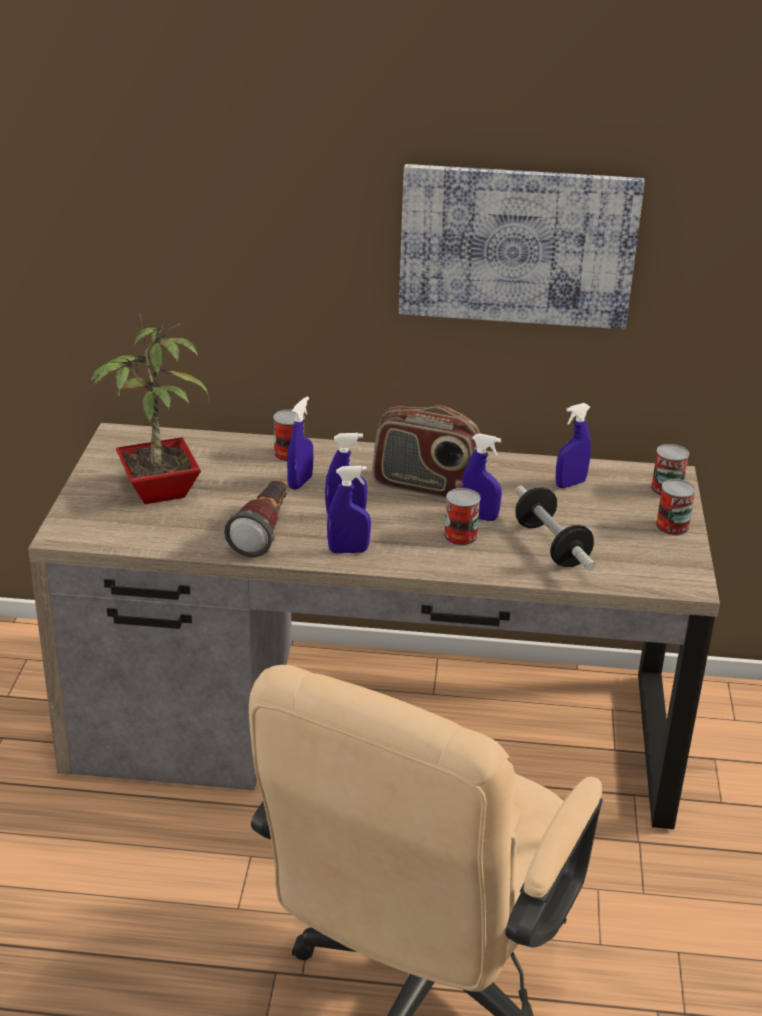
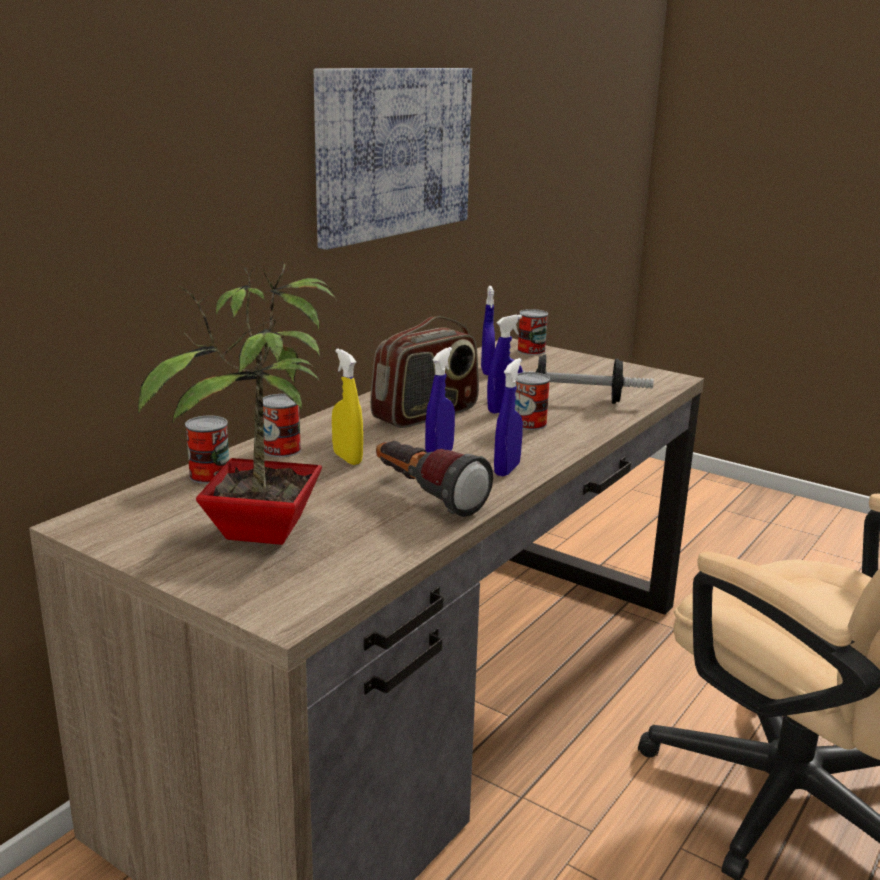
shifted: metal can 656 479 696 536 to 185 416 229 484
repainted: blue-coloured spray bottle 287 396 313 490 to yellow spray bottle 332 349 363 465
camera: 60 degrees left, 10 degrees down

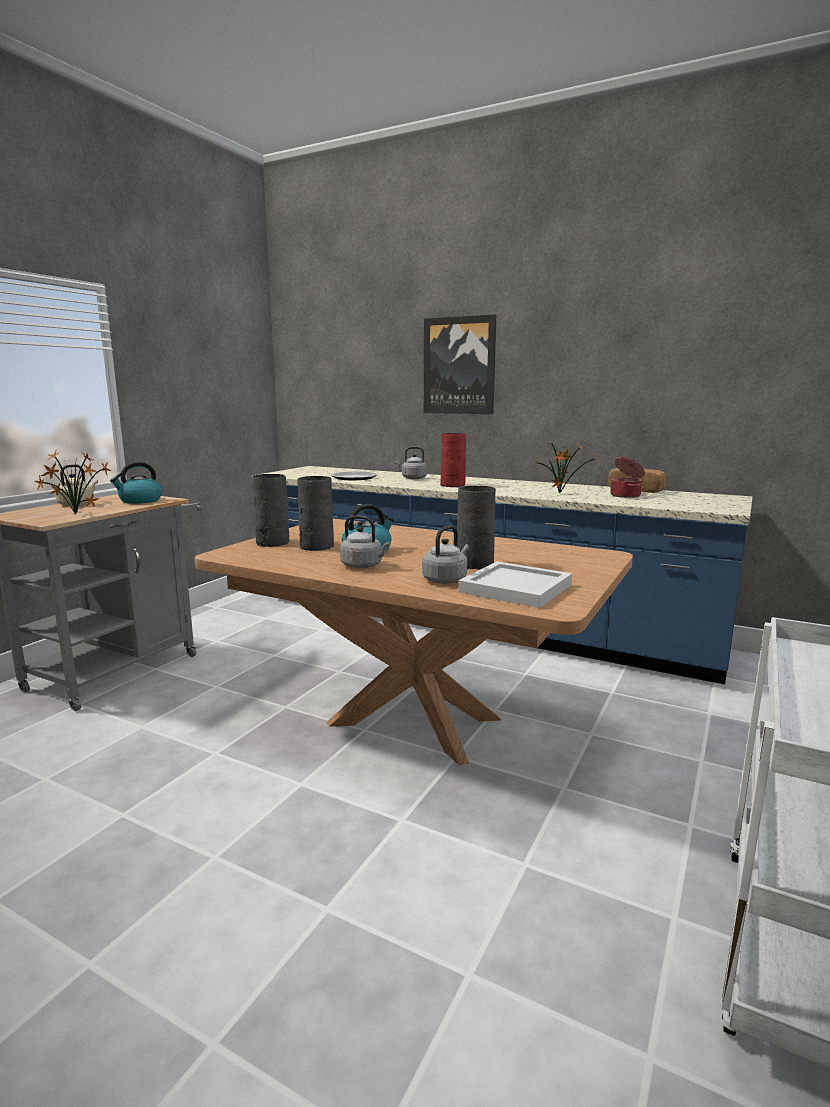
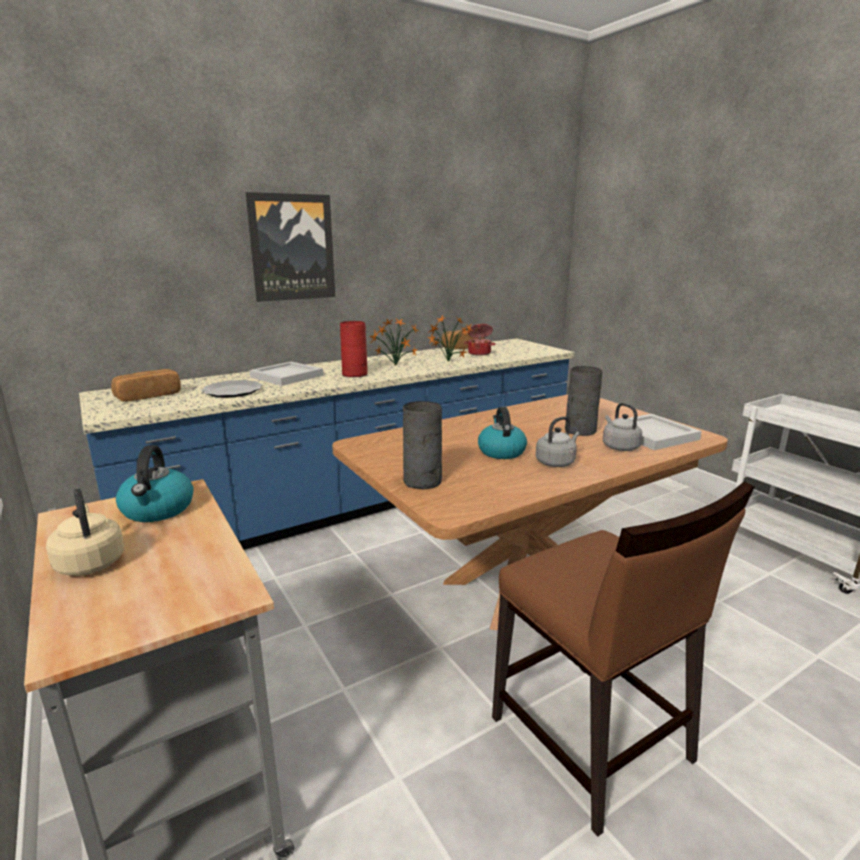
gone: grey flower vase 298 476 334 551
new: bakery bread 111 369 181 402; brownish upright chair 492 481 755 837
shifted: plant in a pot 35 450 111 514 to 370 318 419 365
swapped: grey kettle 395 447 427 479 to white serving tray 249 362 323 386
camera: 60 degrees left, 5 degrees up

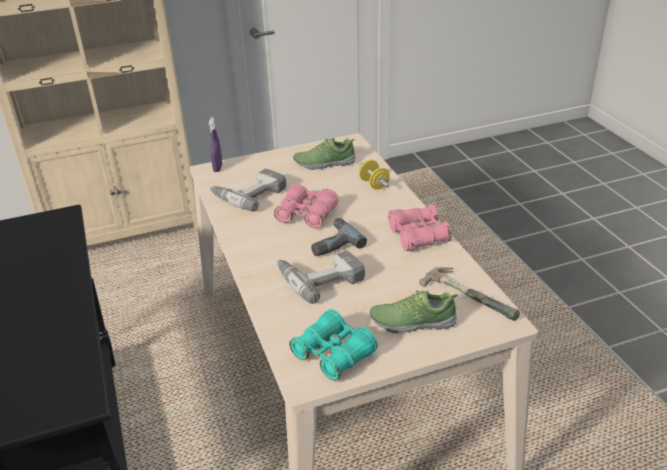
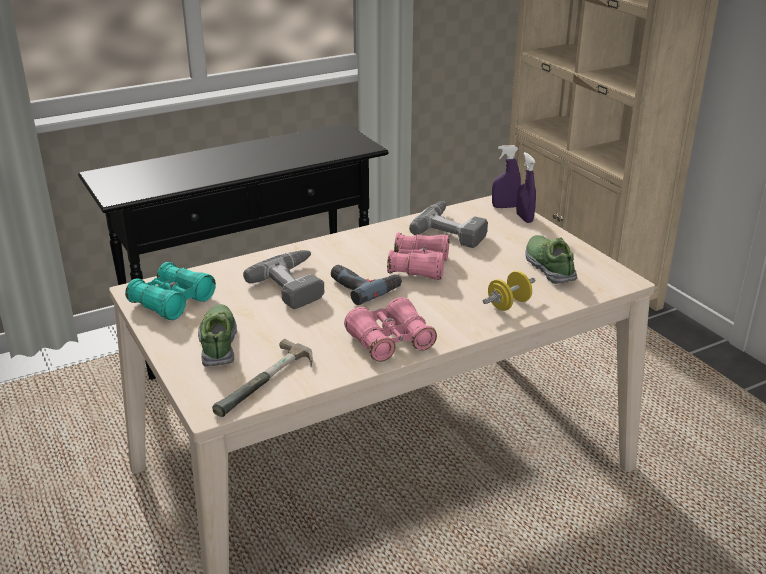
new: purple-coloured spray bottle 516 152 536 223
camera: 80 degrees right, 5 degrees down

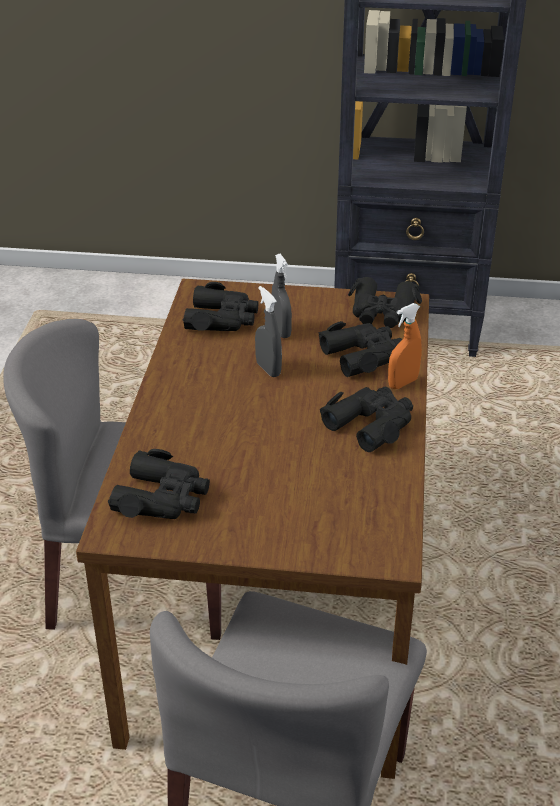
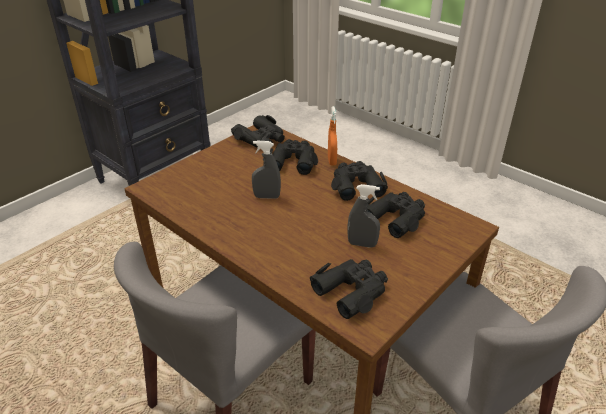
shifted: black binoculars 183 282 259 331 to 367 192 425 238; grey spray bottle 272 254 292 338 to 347 184 380 248
camera: 55 degrees left, 0 degrees up

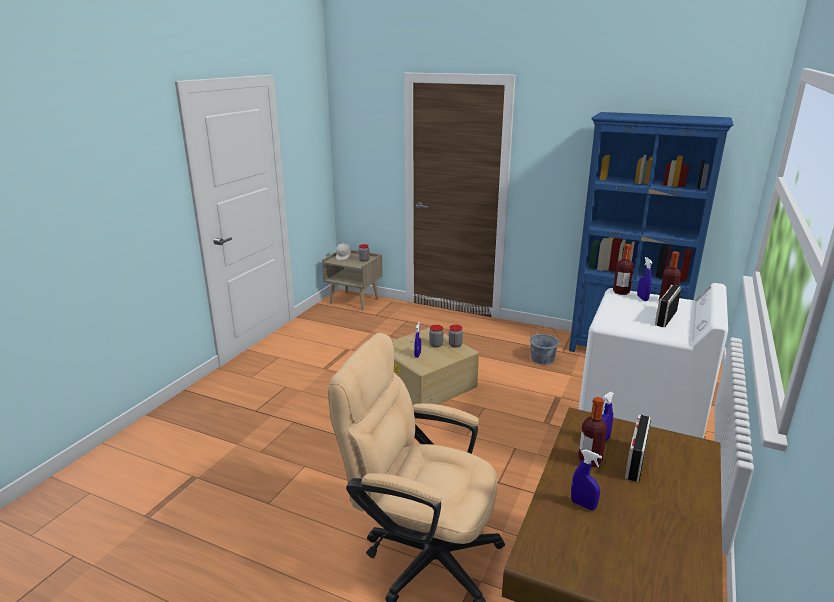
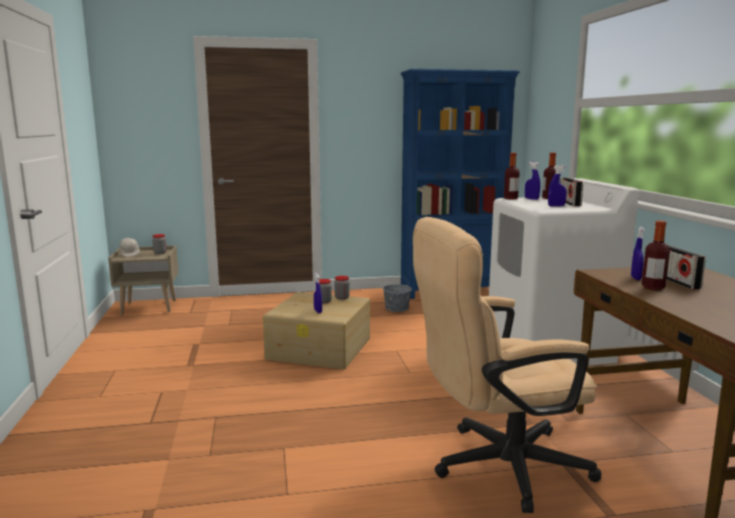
shifted: blue-coloured spray bottle 571 450 602 510 to 548 165 567 206
camera: 35 degrees left, 10 degrees down

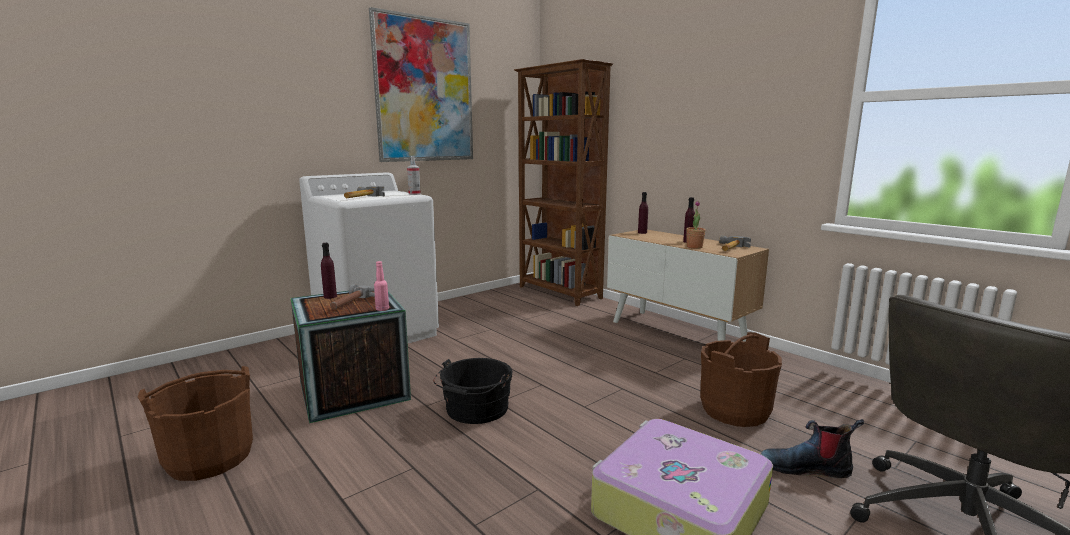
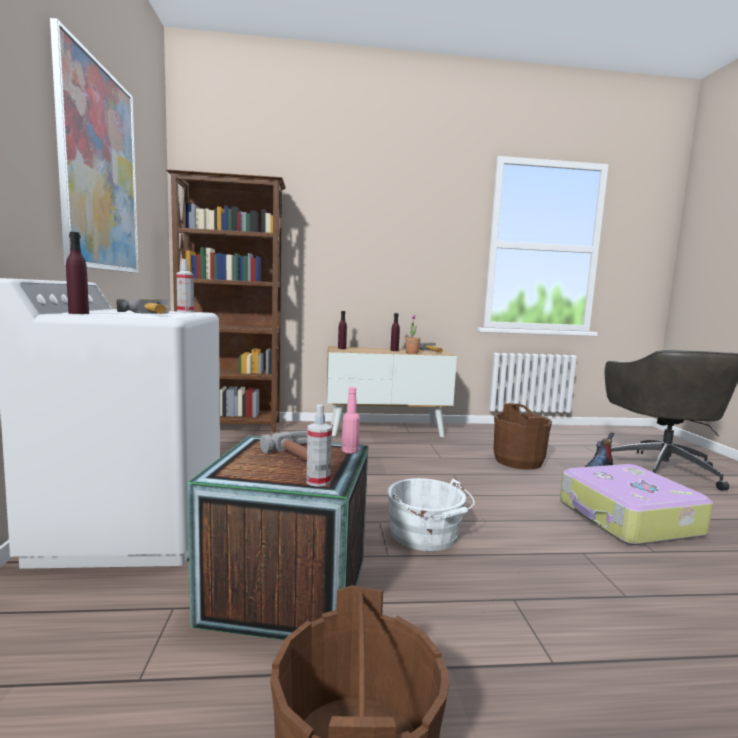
new: spray bottle 306 404 332 487
shifted: purple-coloured drink bottle 321 243 337 299 to 66 232 89 314
repainted: black bucket 433 358 512 424 to white bucket 387 478 475 551
camera: 55 degrees left, 5 degrees down

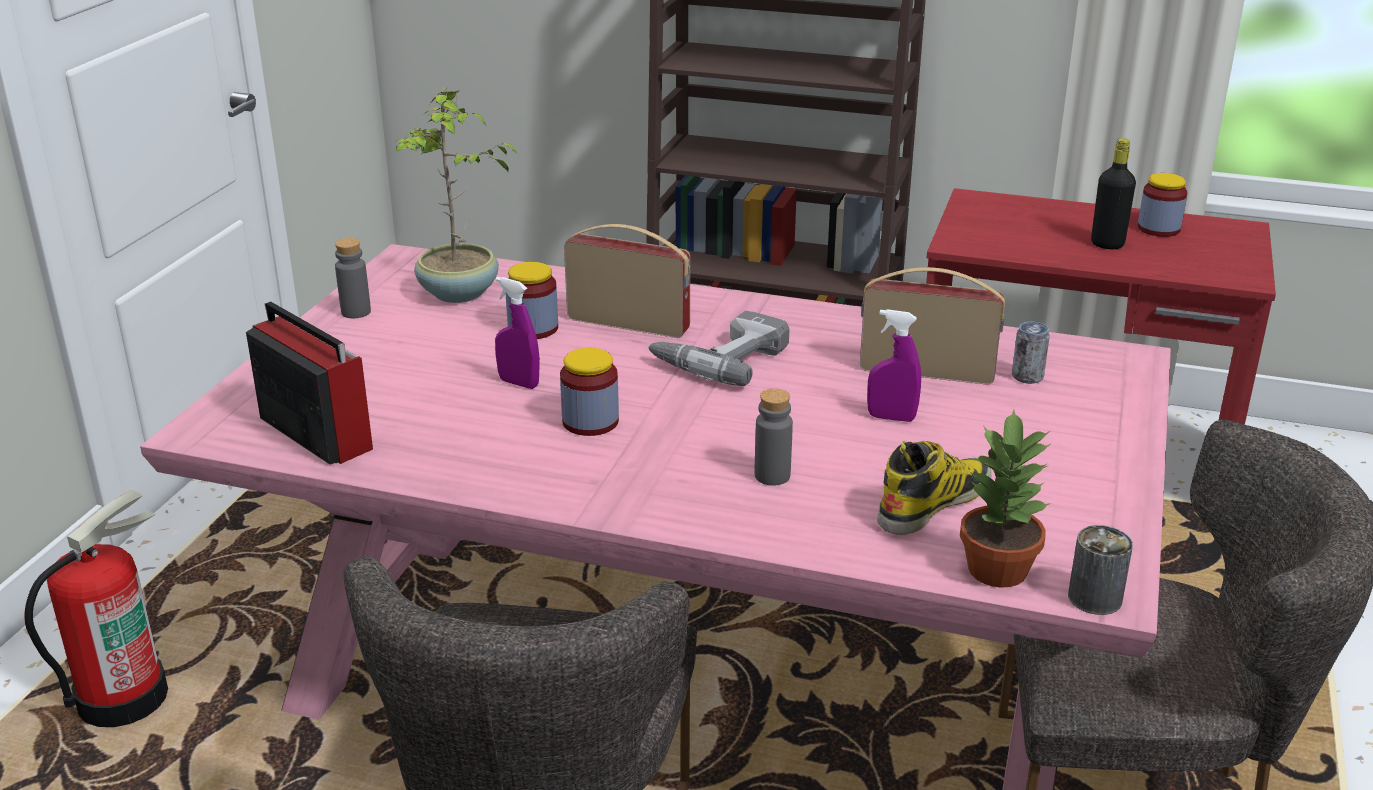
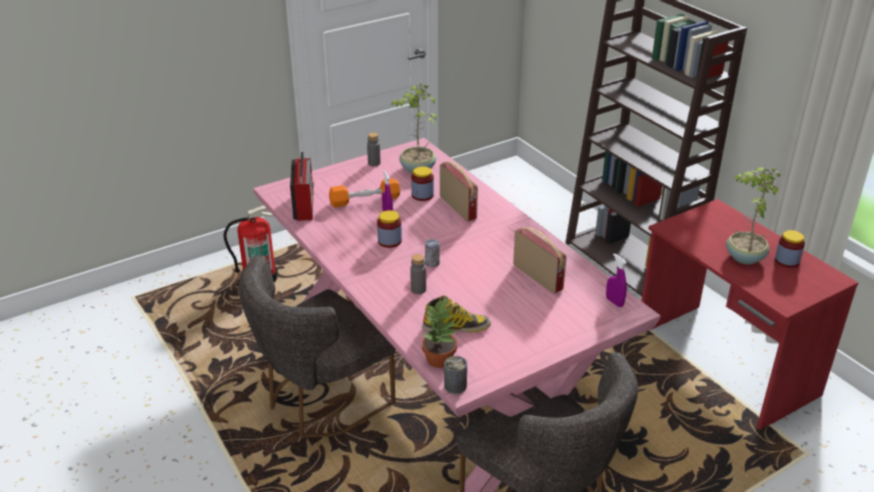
gone: drill 648 311 790 386
new: orangey hand weight 329 178 400 208
shifted: purple-coloured spray bottle 867 309 921 422 to 606 253 627 307; metal can 1012 322 1050 384 to 425 239 440 267
swapped: black drink bottle 1091 138 1136 249 to plant in a pot 726 168 781 264
camera: 40 degrees right, 5 degrees up

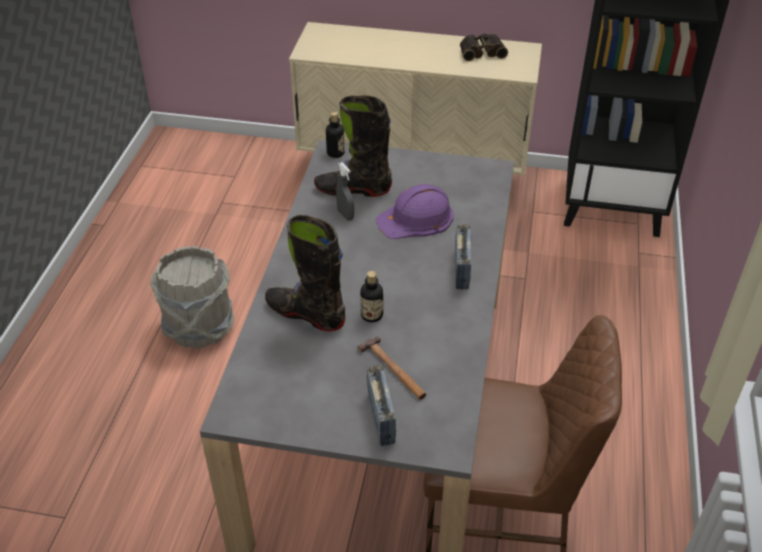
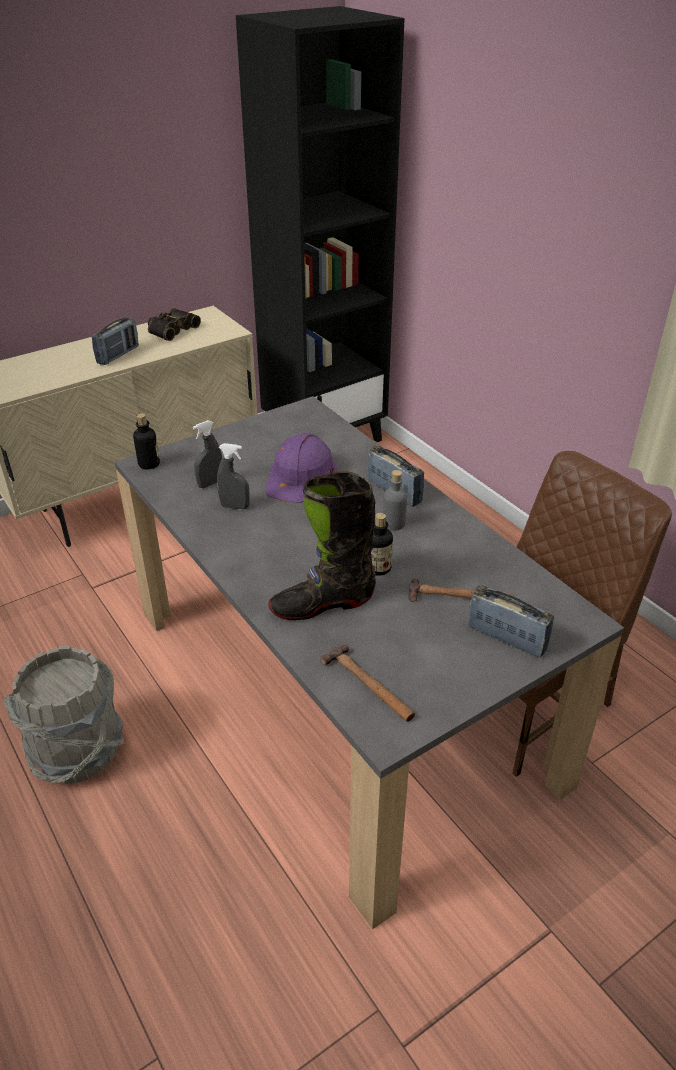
new: radio 92 317 139 365; hand hammer 320 644 415 722; grey drink bottle 383 470 407 531
swapped: black tall boot 314 95 392 197 to grey spray bottle 193 420 222 488
camera: 45 degrees left, 5 degrees down

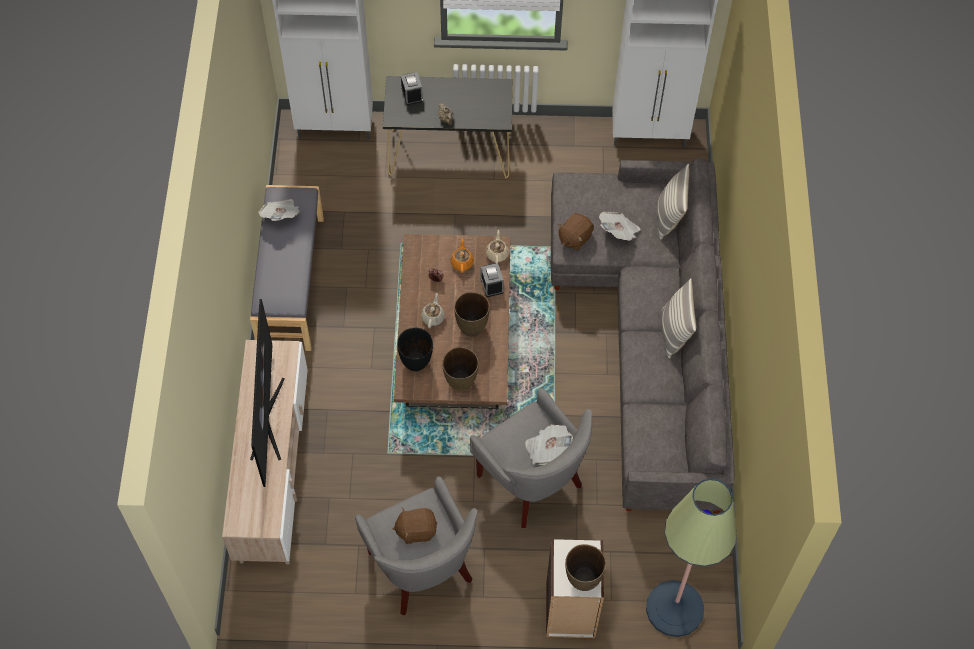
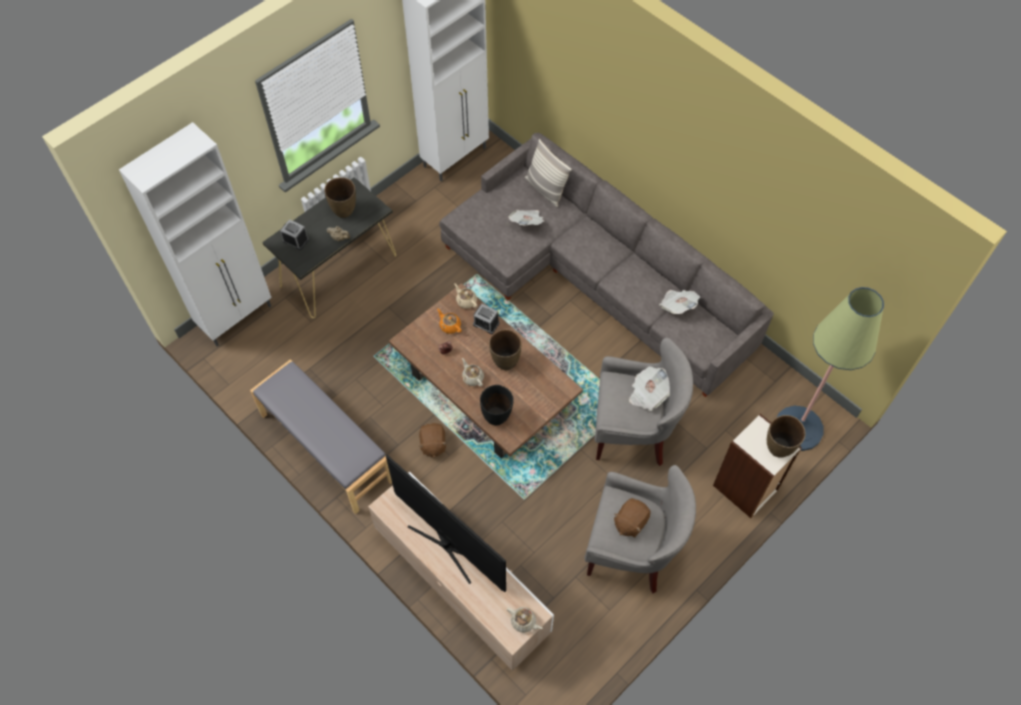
gone: pillow 661 278 696 359
new: sand-coloured tea pot 507 607 543 633
shifted: daily paper 259 199 300 221 to 659 290 700 314; brownish flower vase 442 347 479 391 to 325 177 356 218; brownish cuddly toy 558 213 594 251 to 419 423 447 458
camera: 45 degrees left, 0 degrees up

